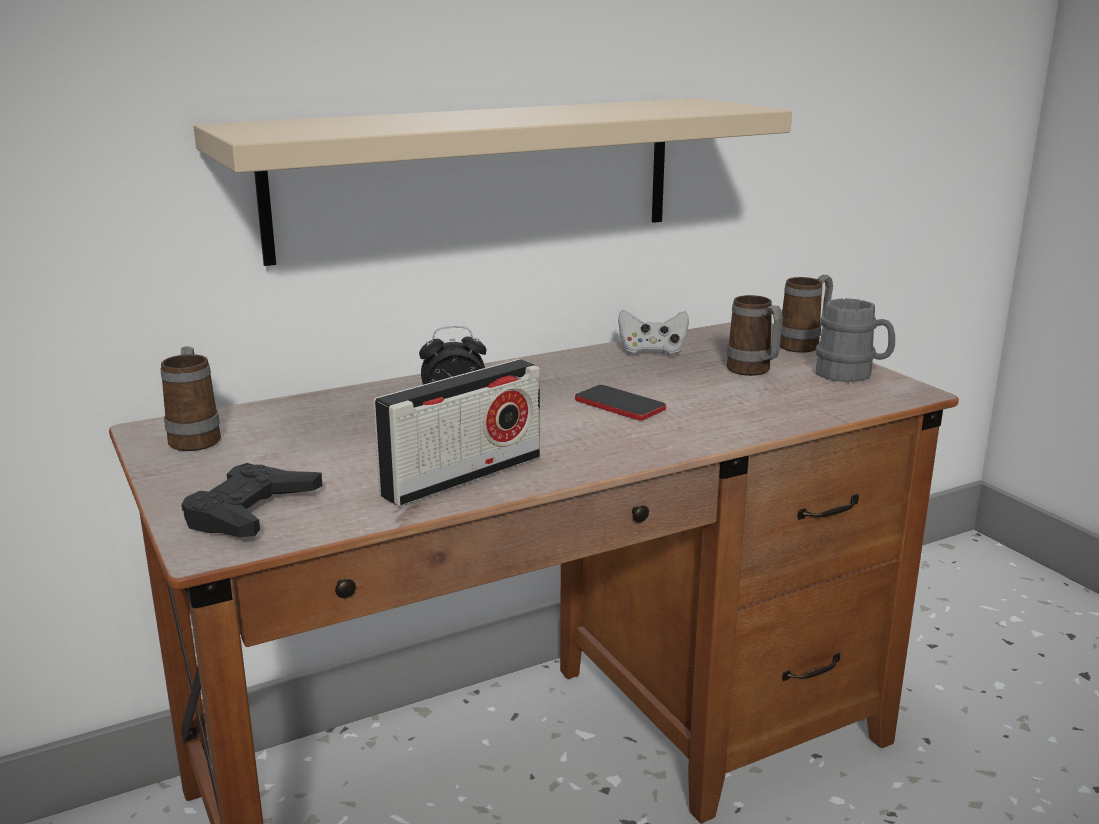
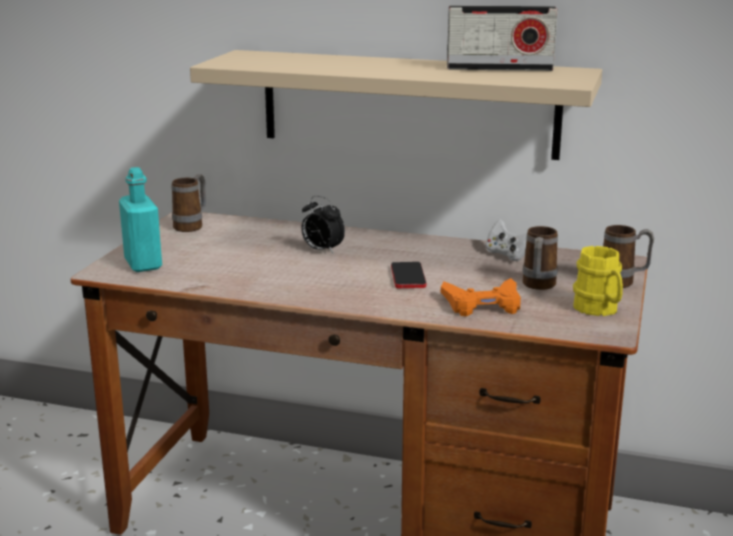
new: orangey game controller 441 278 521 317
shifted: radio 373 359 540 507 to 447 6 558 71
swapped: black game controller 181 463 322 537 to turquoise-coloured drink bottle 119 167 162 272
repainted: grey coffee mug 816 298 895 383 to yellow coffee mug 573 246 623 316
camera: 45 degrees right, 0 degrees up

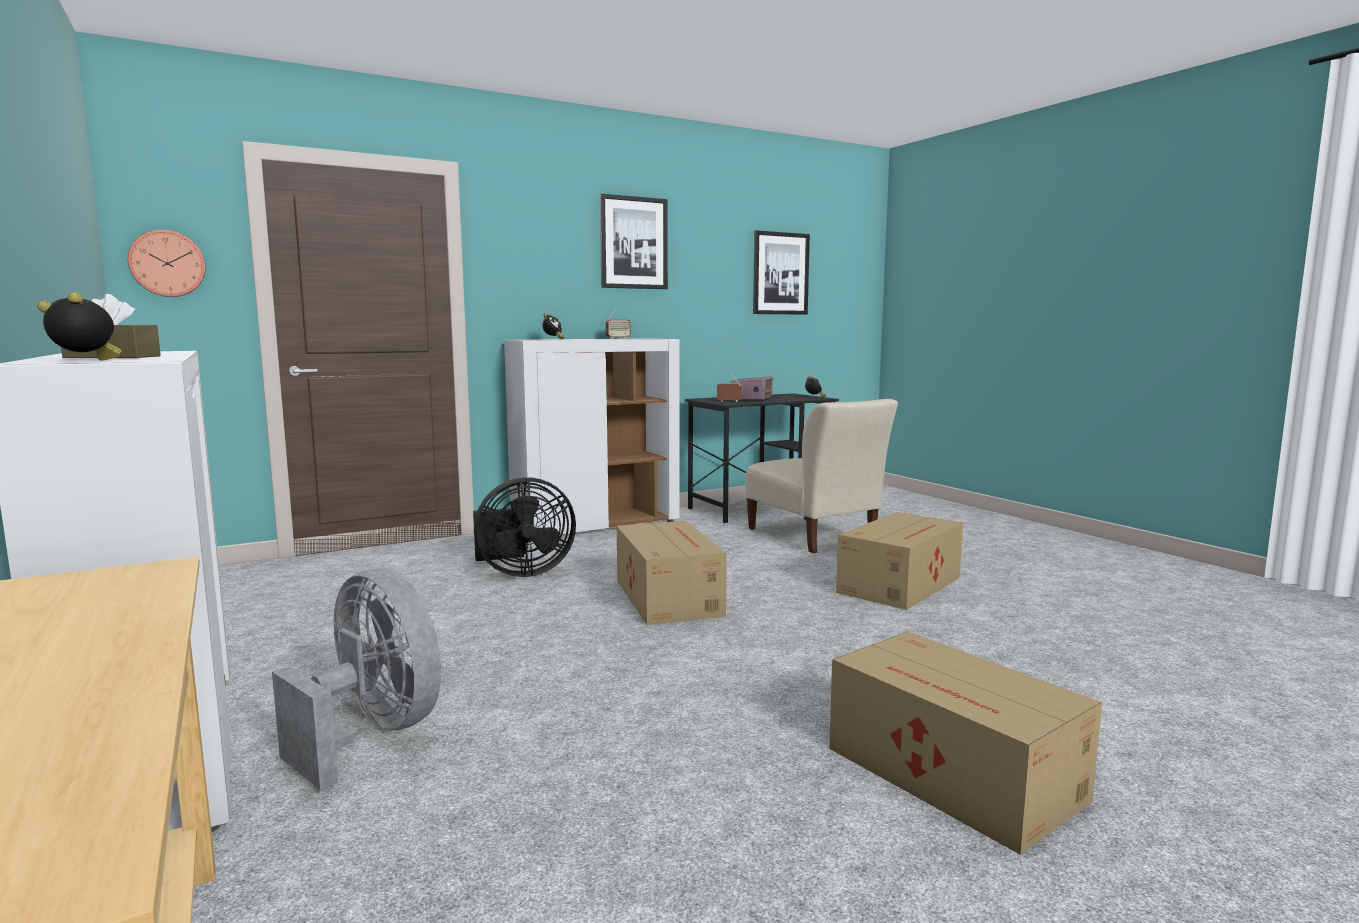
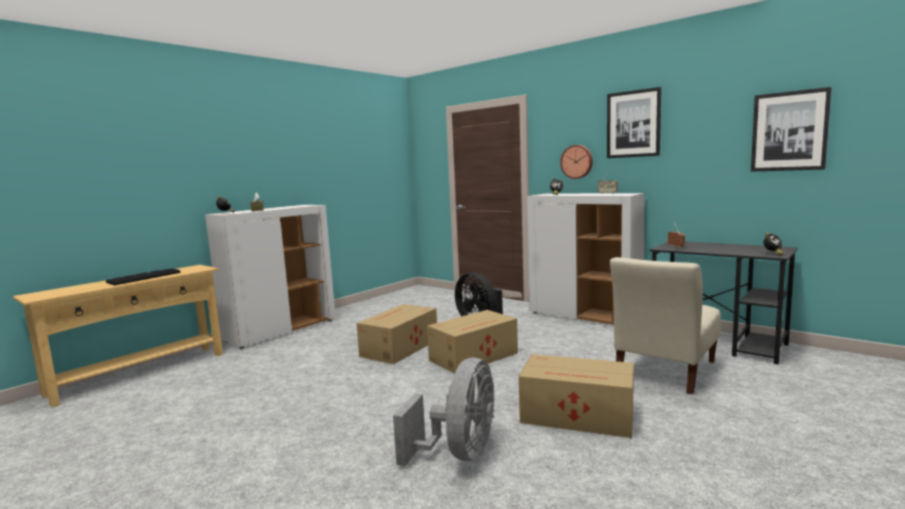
gone: radio 730 376 773 400
new: keyboard 106 268 181 285
shifted: wall clock 128 230 206 297 to 560 145 593 179; grey electric fan 272 568 441 790 to 393 357 495 466; packing box 829 632 1102 855 to 356 304 437 364
camera: 70 degrees right, 0 degrees up

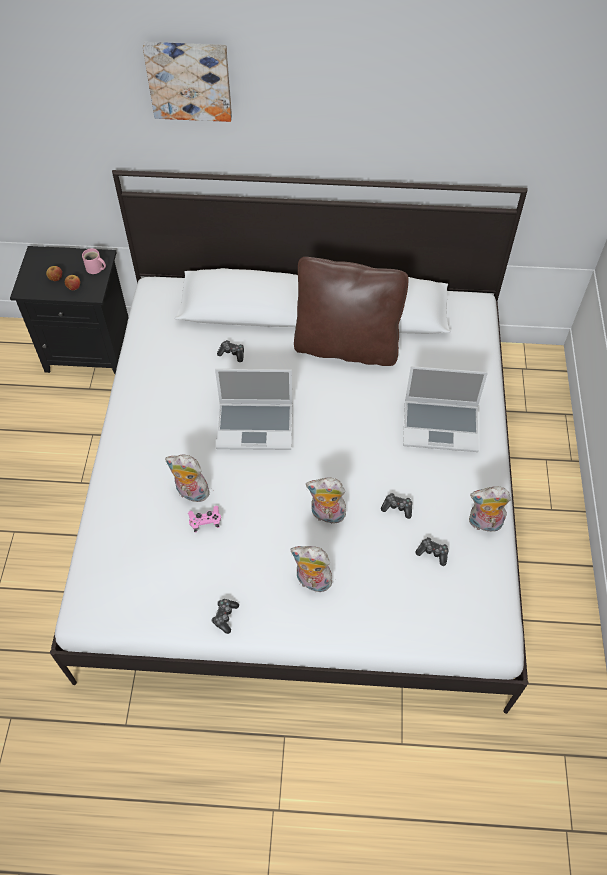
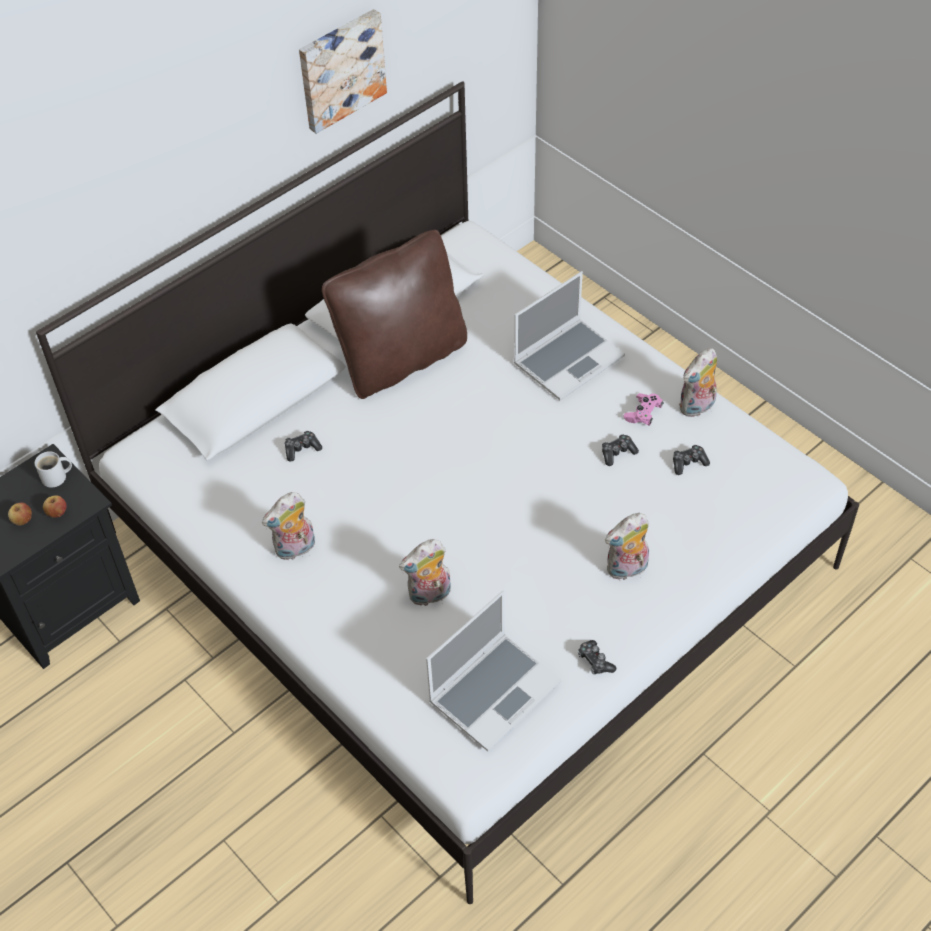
shifted: wall art 143 42 232 122 to 299 9 387 134; pink-coloured game controller 188 506 221 532 to 623 393 664 426; notebook computer 215 369 292 450 to 426 590 561 751; cuddly toy 306 478 346 524 to 262 492 315 560
repainted: pink-coloured coffee mug 82 248 106 274 to white coffee mug 35 451 72 488
camera: 45 degrees left, 5 degrees down

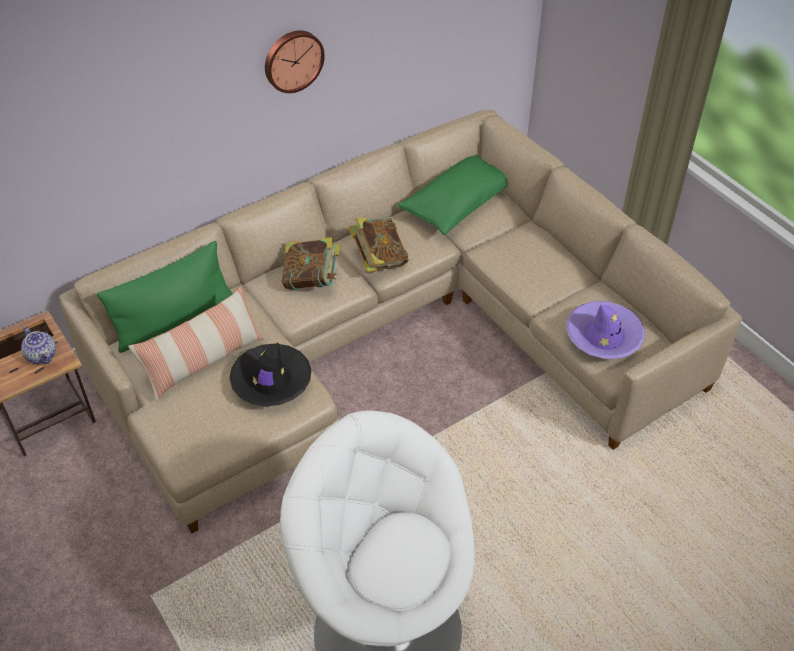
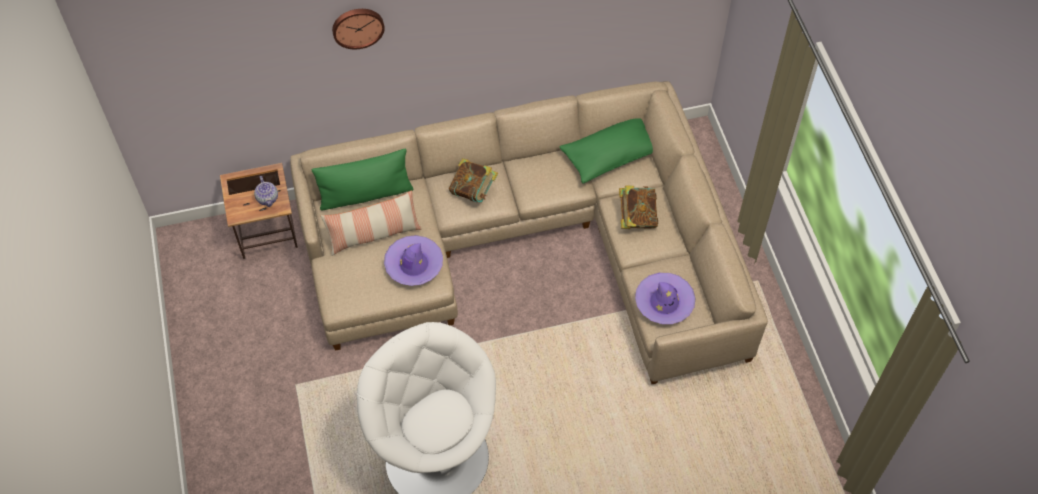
shifted: wall clock 265 30 325 93 to 332 9 385 49; volume 348 217 409 273 to 619 185 658 229
repainted: black wearable hat 229 342 311 407 to purple-coloured wearable hat 384 235 443 286
camera: 20 degrees right, 10 degrees up

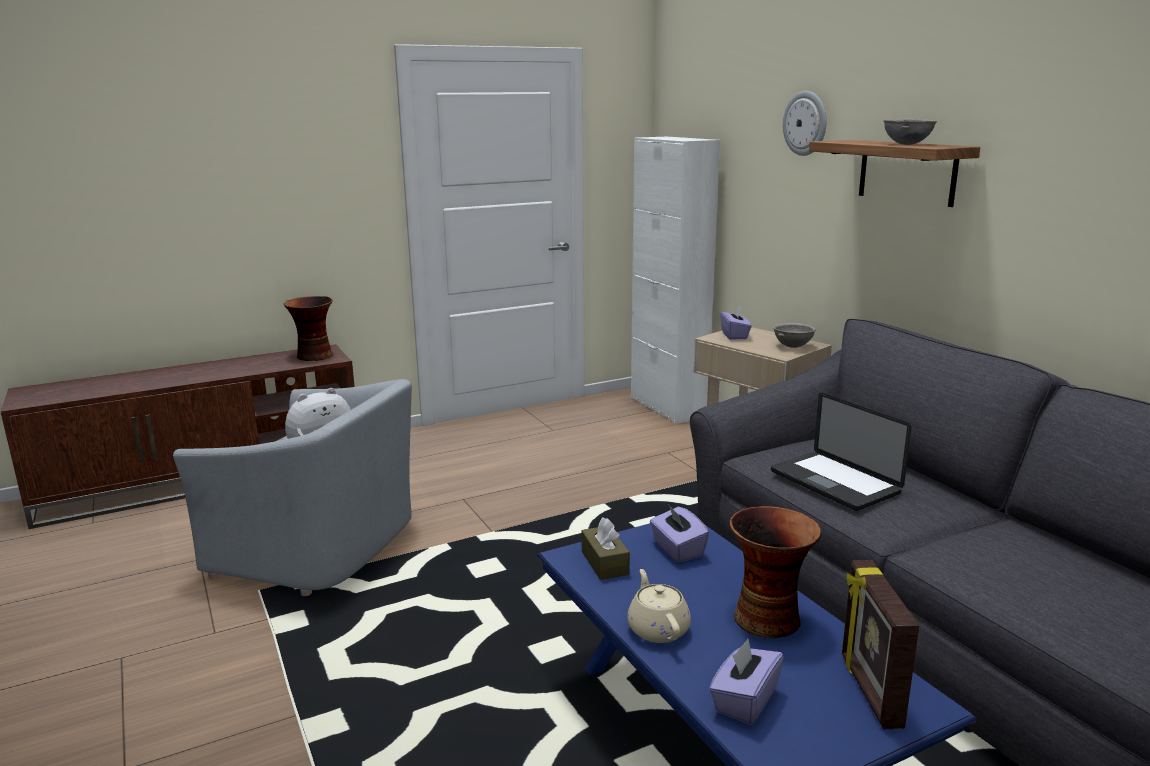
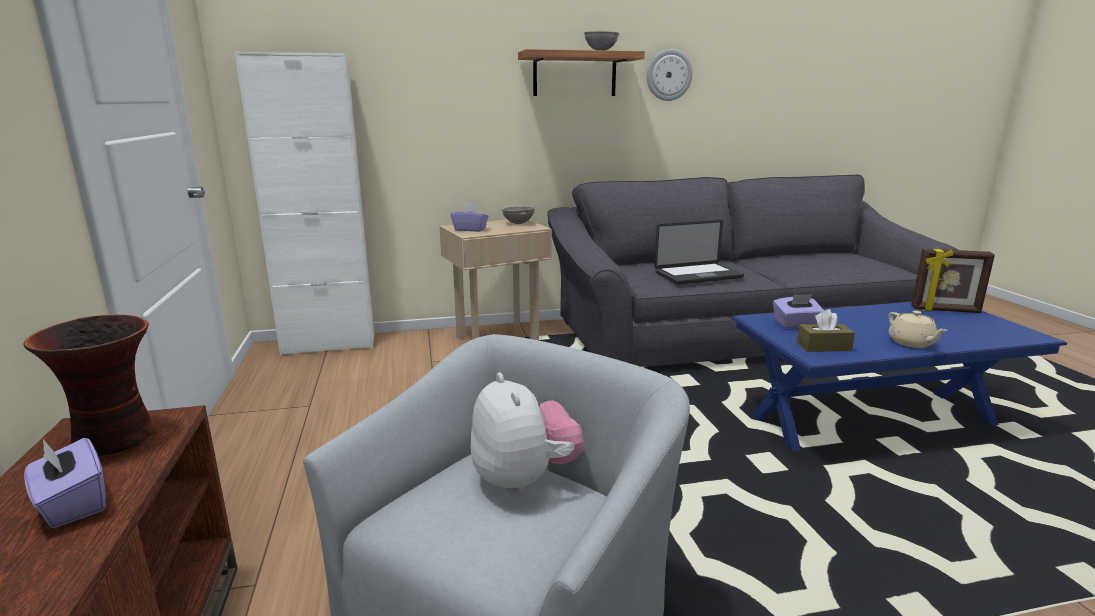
gone: flower vase 730 506 821 638
shifted: purple-coloured box of tissues 709 639 784 725 to 24 438 106 528; wall clock 783 91 826 156 to 647 49 693 101
rotated: sand-coloured tea pot 627 569 691 643 = 888 311 948 348 105 degrees counterclockwise
camera: 75 degrees left, 0 degrees up

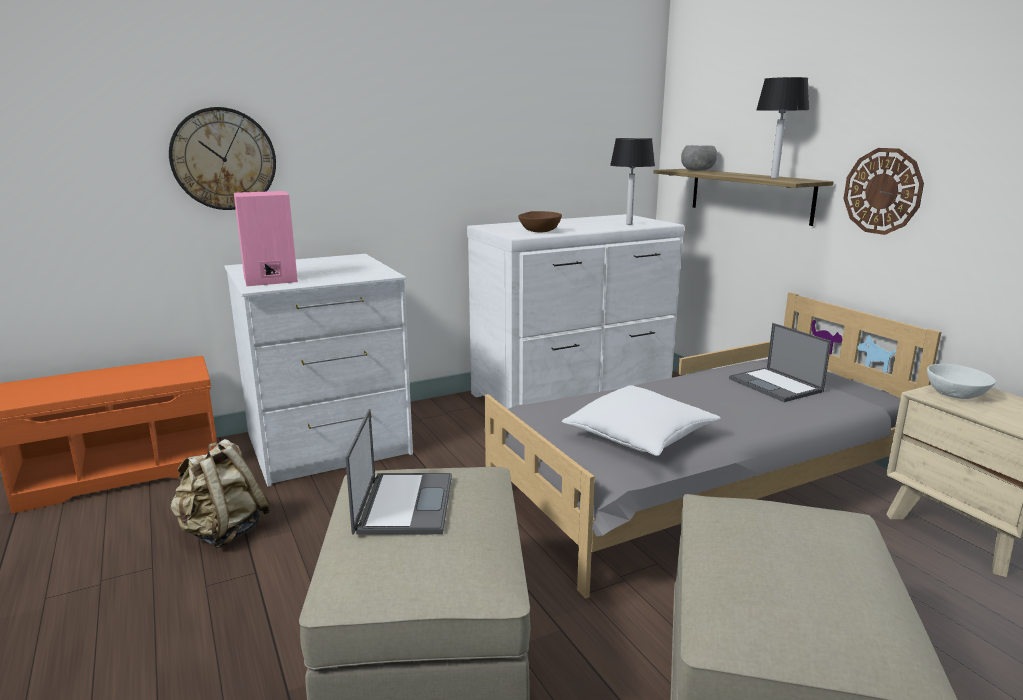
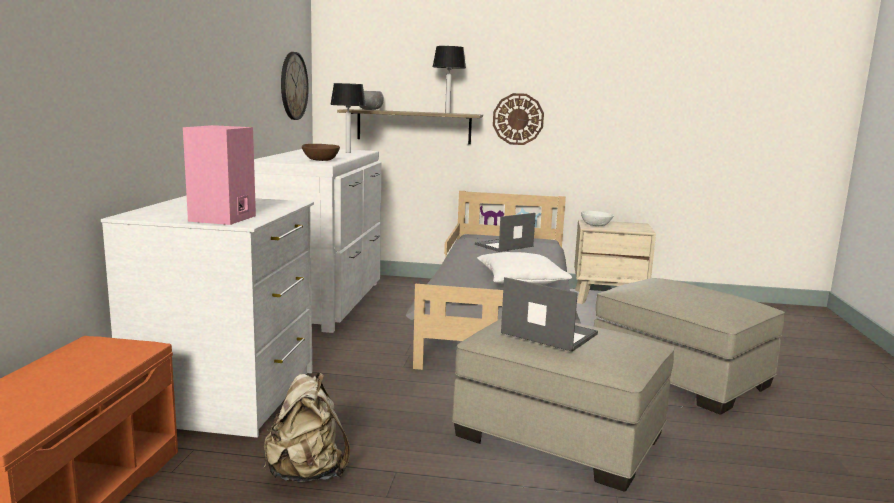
shifted: wall clock 169 107 276 210 to 281 52 309 120
rotated: notebook computer 729 323 831 402 = 475 213 536 252 135 degrees clockwise
camera: 55 degrees left, 5 degrees down

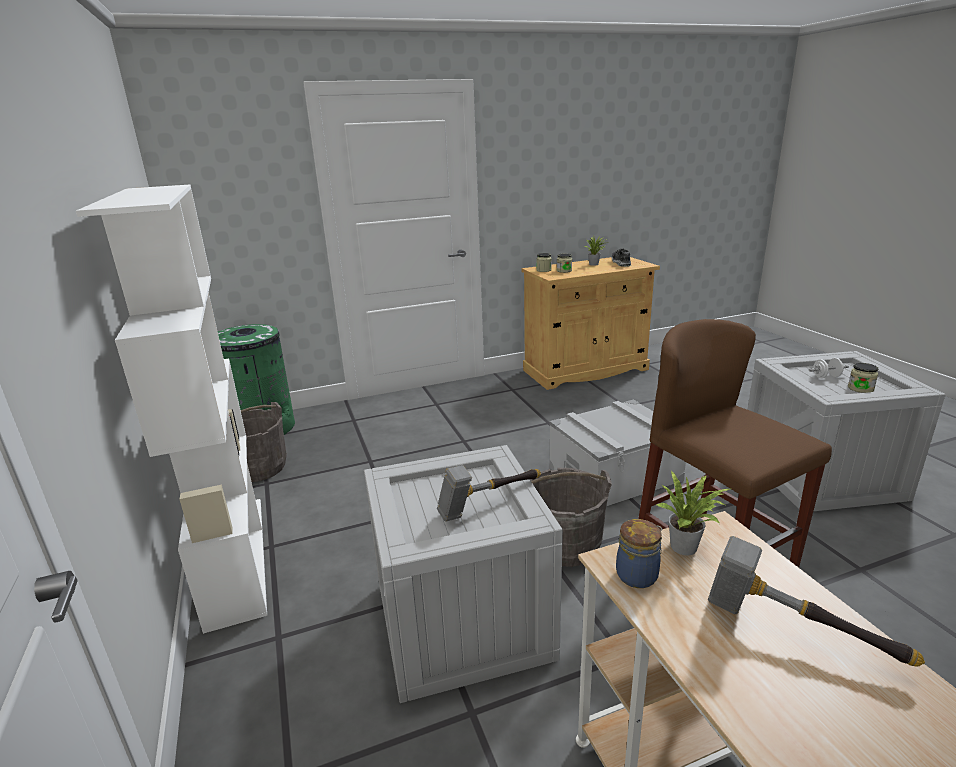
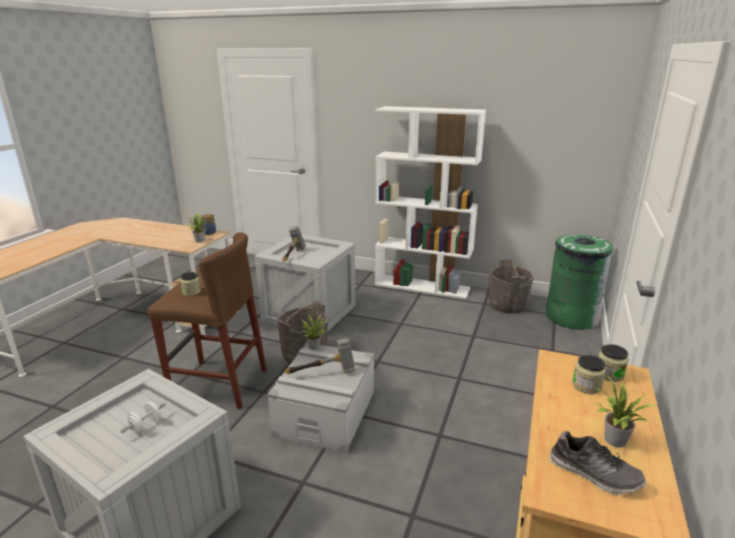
new: plant in a pot 301 315 329 350
shifted: hand hammer 708 536 925 667 to 285 338 355 374; preserve jar 848 363 878 393 to 180 272 201 296
camera: 130 degrees right, 0 degrees up

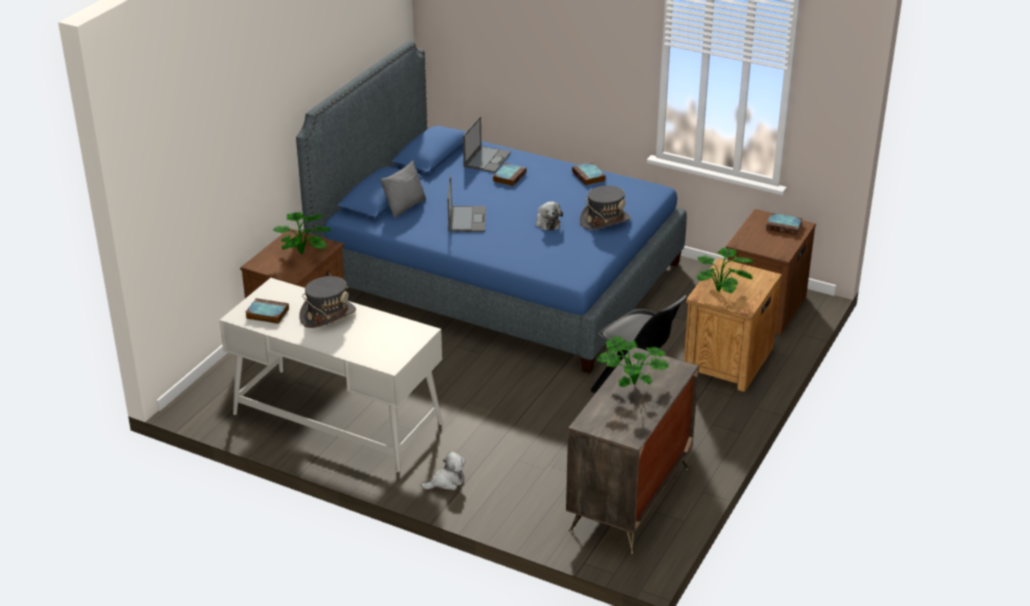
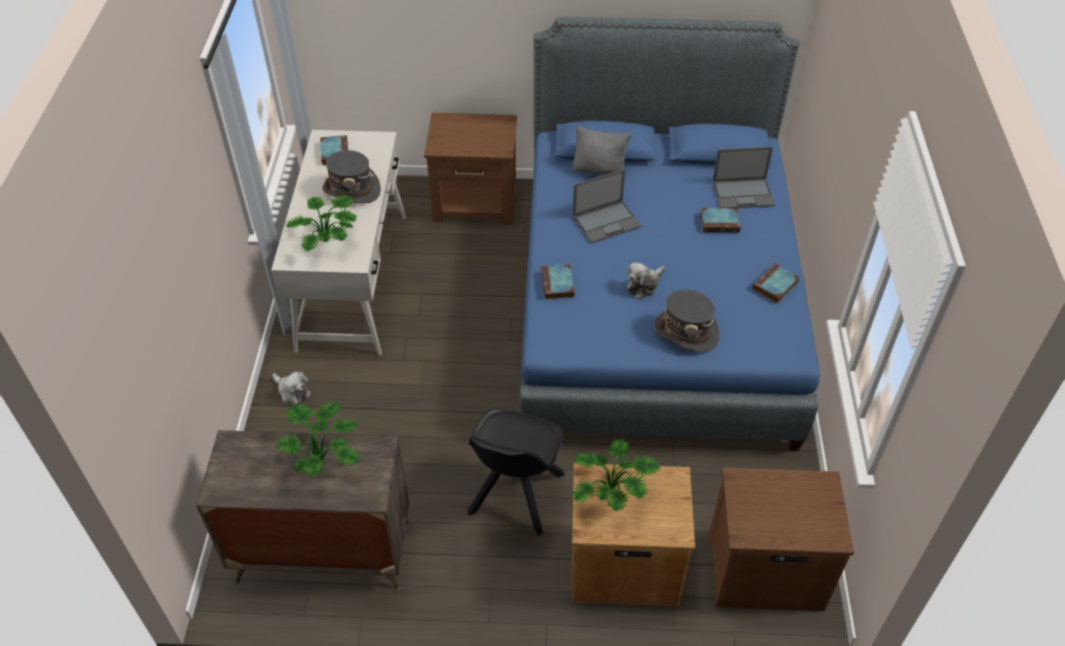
shifted: plant in a pot 273 212 332 255 to 286 195 357 252; volume 766 213 803 235 to 541 264 575 299
camera: 65 degrees right, 15 degrees up

